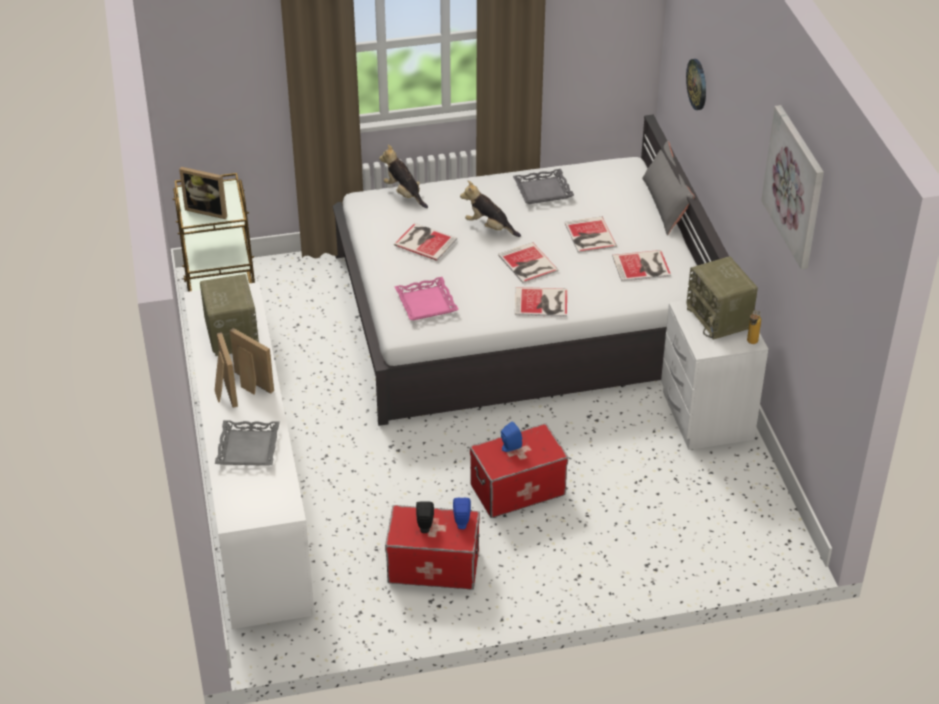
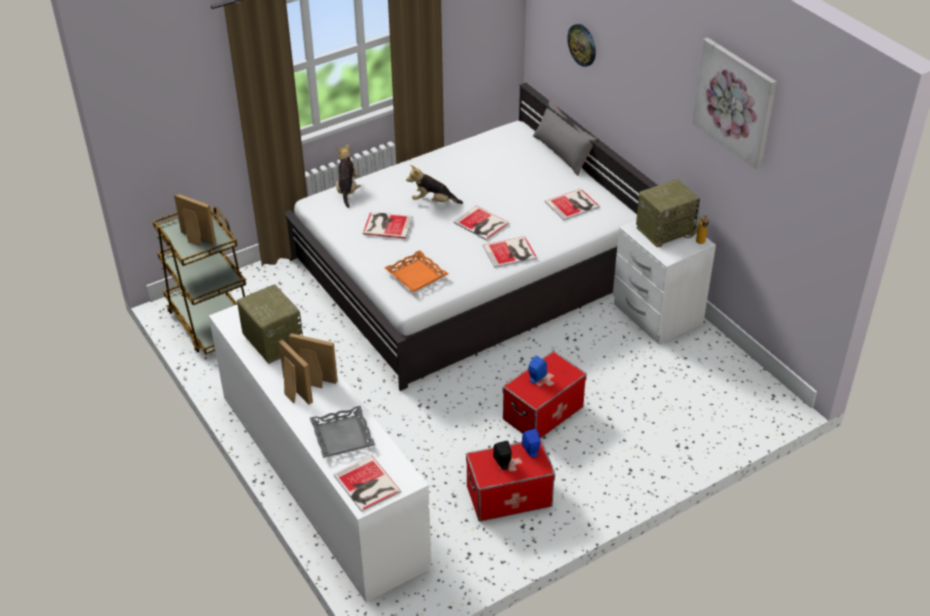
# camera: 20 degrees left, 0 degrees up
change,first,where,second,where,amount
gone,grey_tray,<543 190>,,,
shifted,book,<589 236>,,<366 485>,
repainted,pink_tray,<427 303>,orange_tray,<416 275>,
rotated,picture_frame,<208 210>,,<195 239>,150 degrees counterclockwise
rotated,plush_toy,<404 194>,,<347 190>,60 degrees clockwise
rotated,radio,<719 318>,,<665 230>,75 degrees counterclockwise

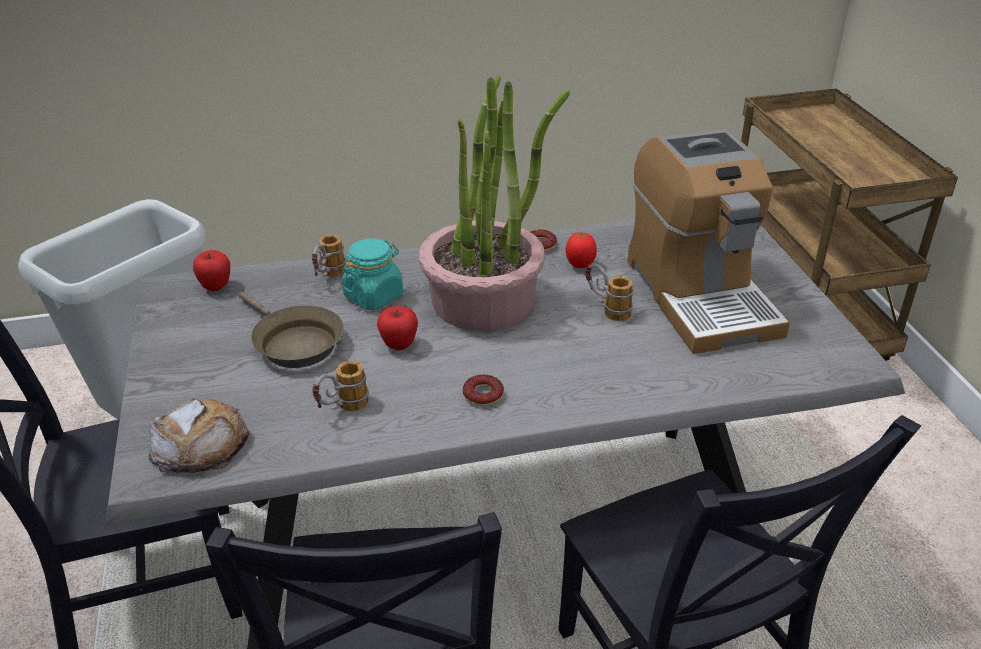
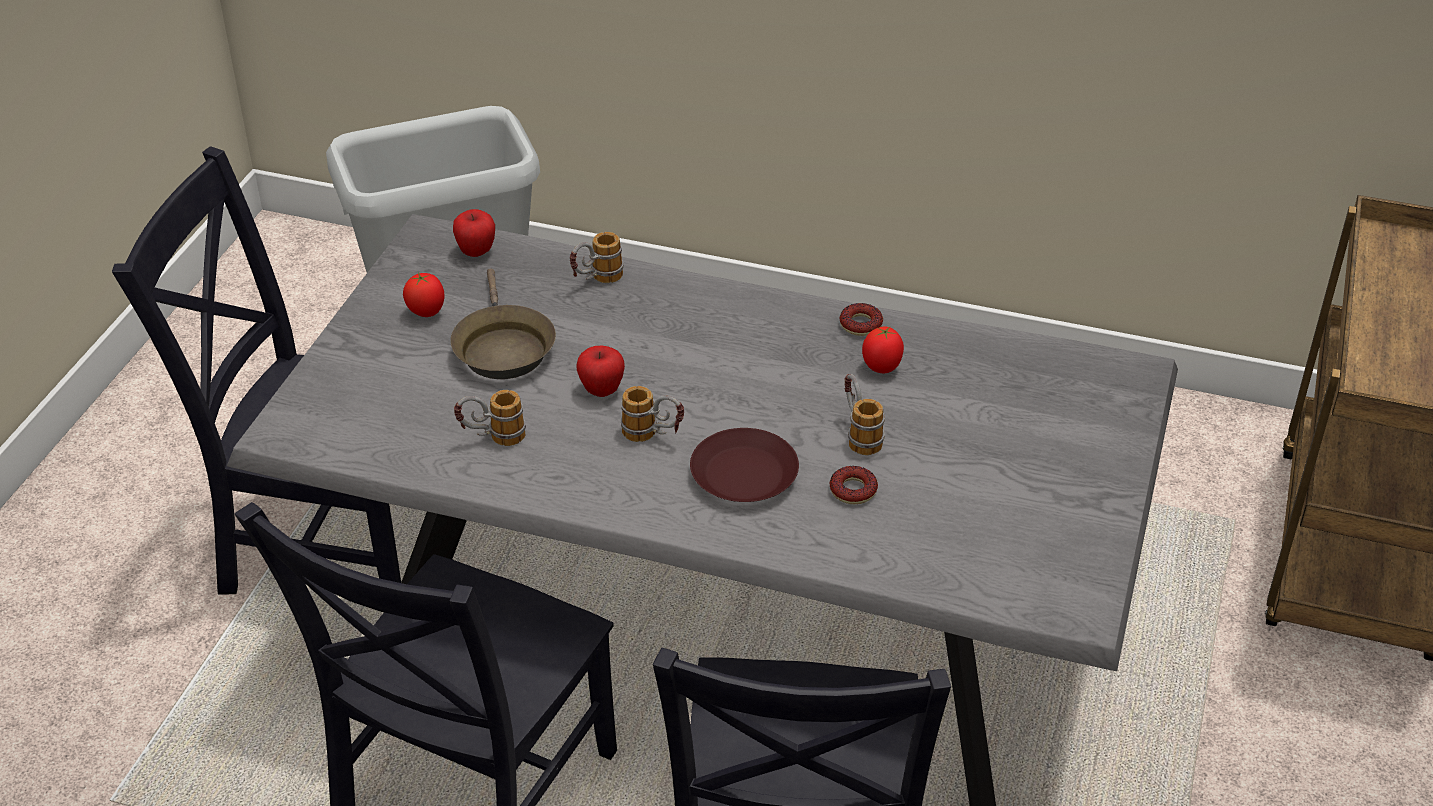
# camera: 30 degrees right, 5 degrees up
change,first,where,second,where,amount
gone,bread,<200 444>,,,
gone,turquoise_jar,<374 296>,,,
gone,potted_plant,<484 300>,,,
gone,coffee_machine,<700 295>,,,
new,,,tomato,<426 313>,
new,,,mug,<653 436>,
new,,,brown_plate,<743 474>,
shifted,donut,<483 395>,,<853 490>,

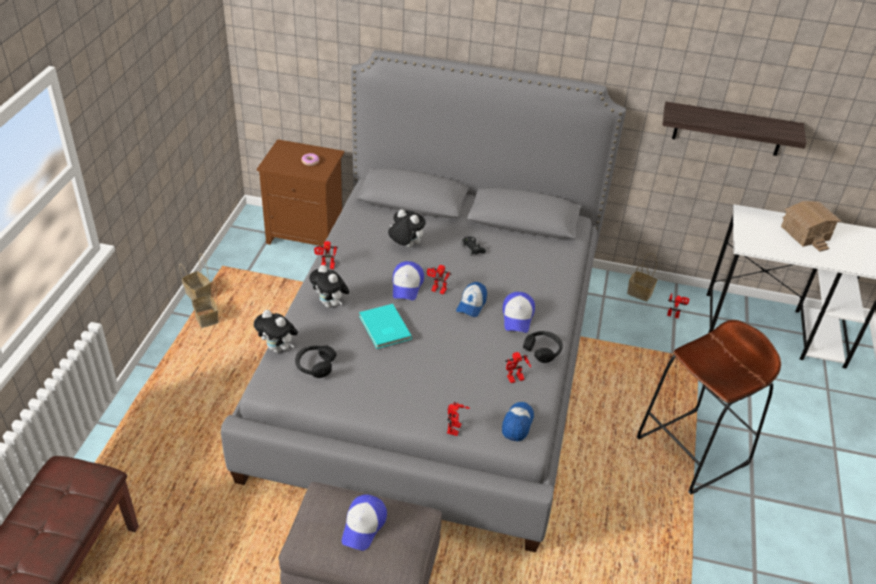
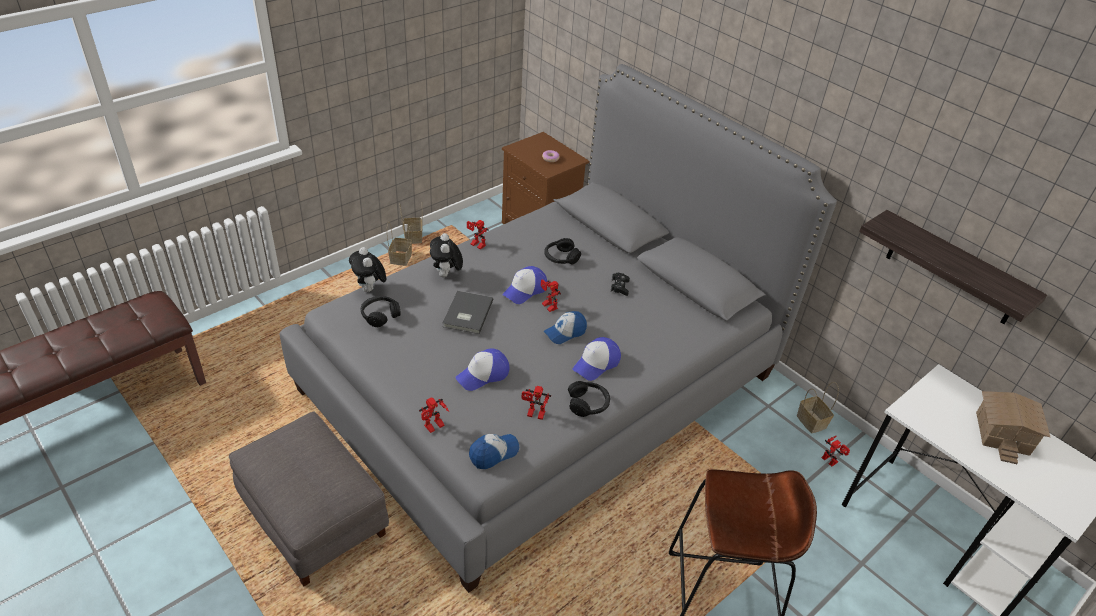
# camera: 35 degrees right, 0 degrees up
change,first,where,second,where,amount
shifted,cap,<364 525>,,<483 374>,
swapped,plush_toy,<405 245>,black_headphones,<561 258>,
repainted,turquoise_book,<384 328>,grey_book,<466 314>,

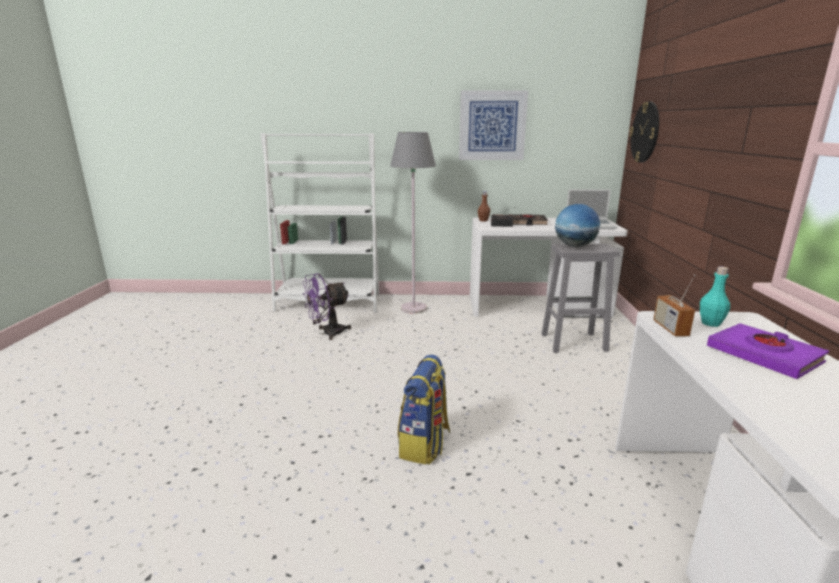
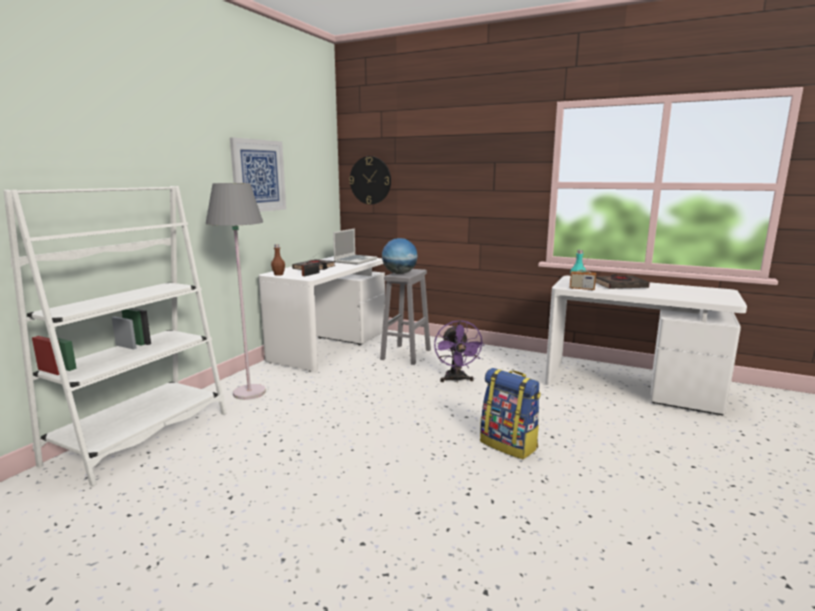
# camera: 65 degrees left, 5 degrees down
change,first,where,second,where,amount
shifted,purple_fan,<327 333>,,<456 380>,
repainted,purple_book,<764 355>,black_book,<620 286>,

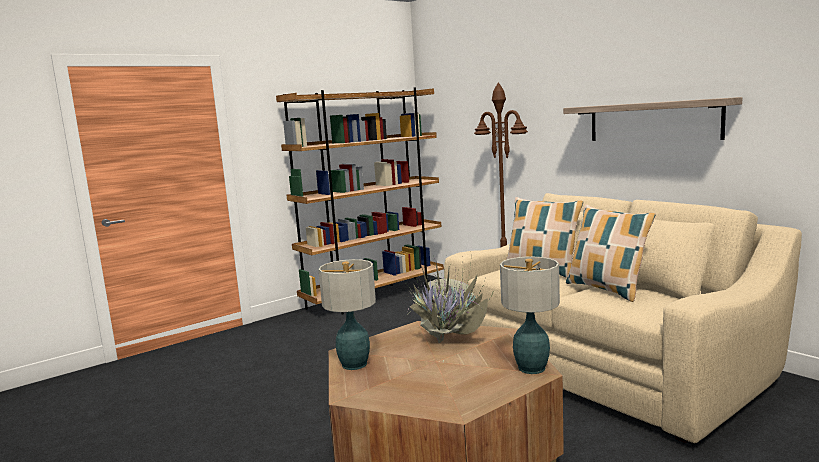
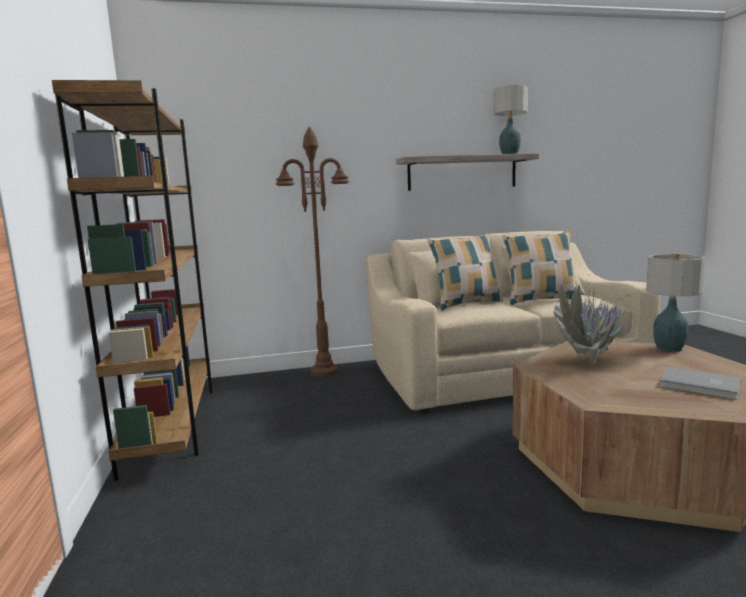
# camera: 65 degrees left, 0 degrees up
change,first,where,second,where,amount
new,,,grey_book,<700 386>,
shifted,table_lamp,<354 365>,,<510 154>,

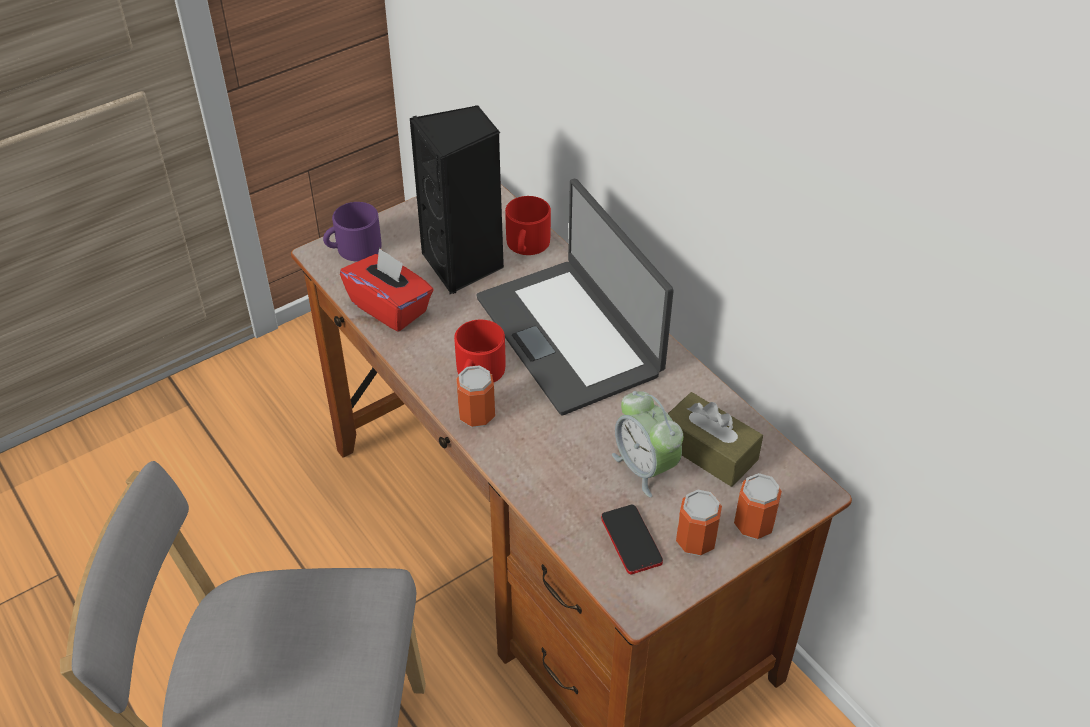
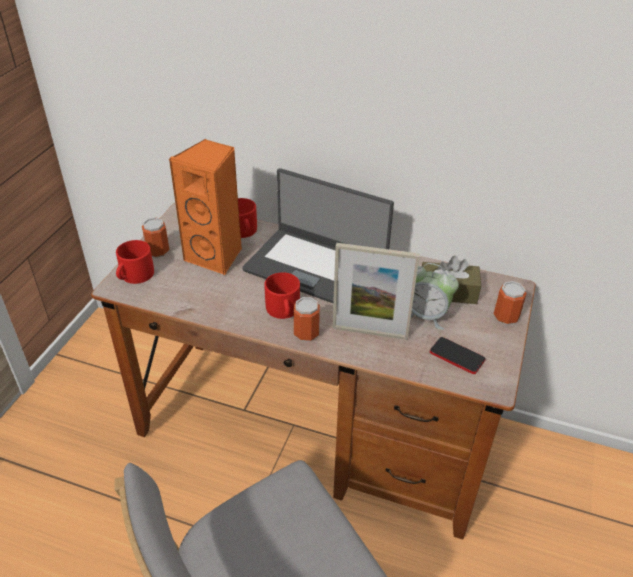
# camera: 35 degrees left, 5 degrees down
change,first,where,second,where,amount
gone,red_tissue_box,<390 307>,,,
new,,,picture_frame,<370 332>,
shifted,can,<695 541>,,<158 251>,
repainted,purple_mug,<353 248>,red_mug,<134 275>,
repainted,black_speaker,<464 265>,orange_speaker,<216 256>,

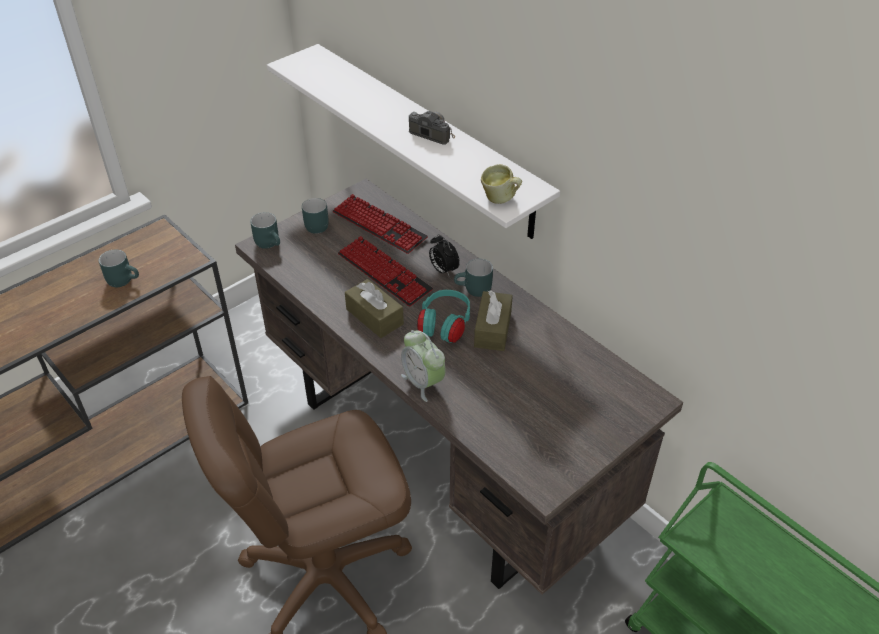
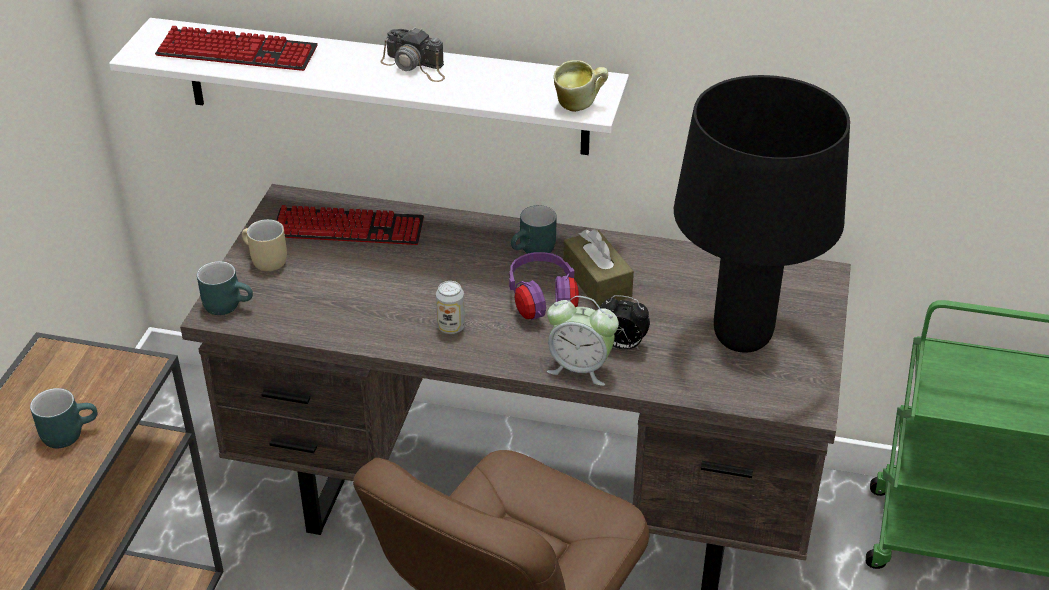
# camera: 35 degrees left, 5 degrees down
change,first,where,second,where,amount
new,,,black_table_lamp,<743 337>,
shifted,keyboard,<384 272>,,<237 53>,
shifted,alarm_clock,<443 270>,,<622 345>,
swapped,brown_tissue_box,<374 316>,can,<451 327>,
repainted,turquoise_mug,<314 225>,beige_mug,<263 261>,
repainted,turquoise_headphones,<444 327>,purple_headphones,<542 302>,
rotated,photo_camera,<429 131>,,<415 66>,150 degrees counterclockwise

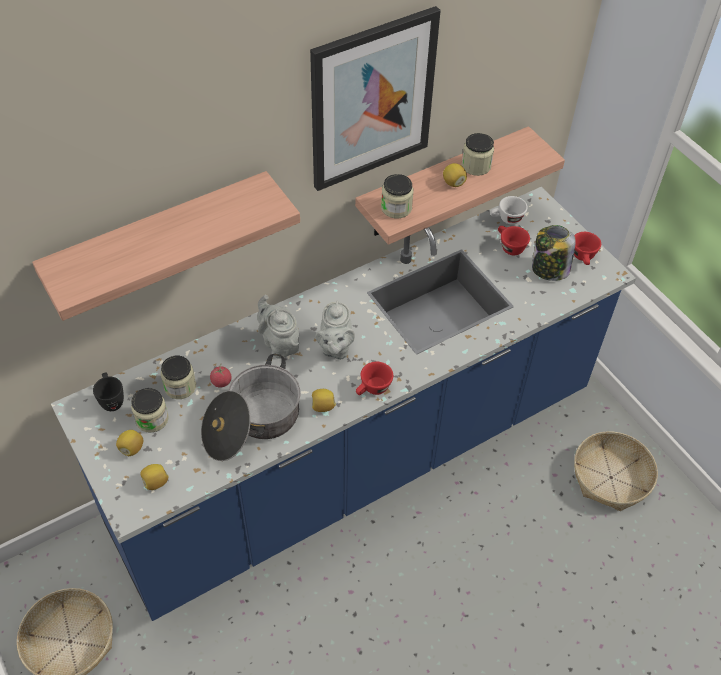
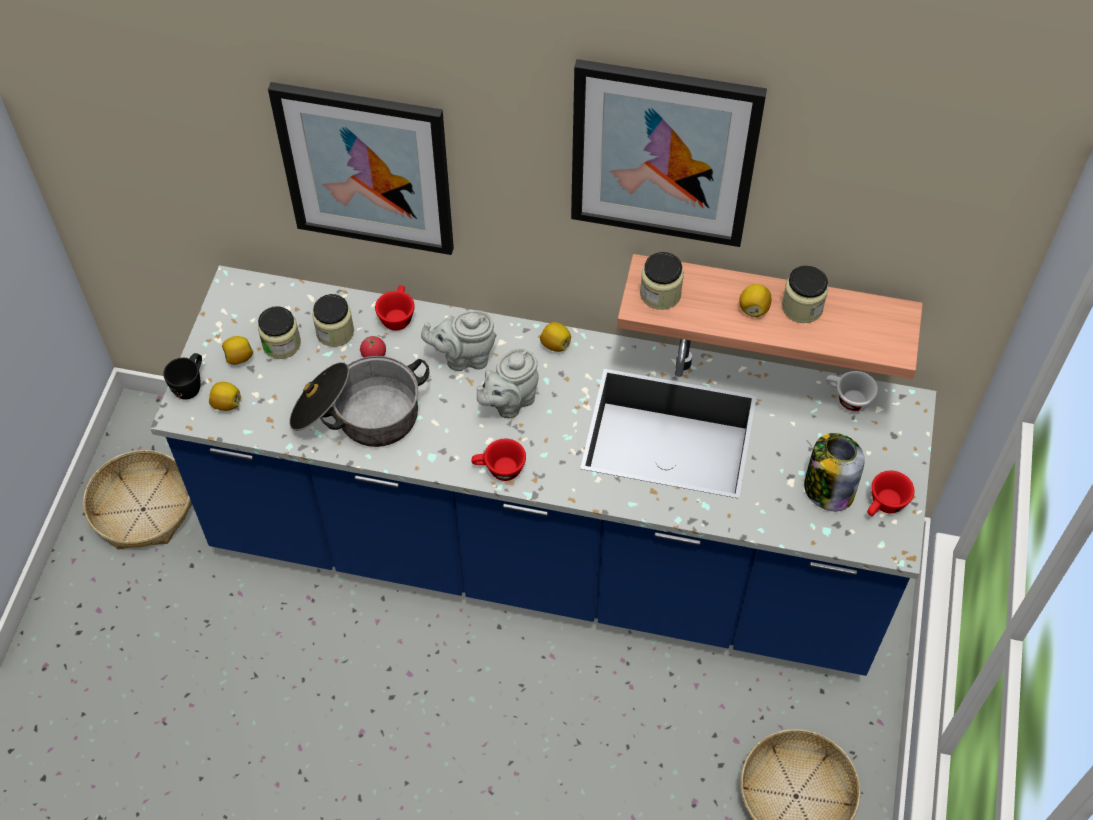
# camera: 45 degrees right, 5 degrees up
change,first,where,second,where,amount
shifted,black_mug,<111 400>,,<191 386>,
shifted,lemon,<322 406>,,<555 344>,
shifted,red_cup,<509 246>,,<397 316>,
swapped,shelf,<159 240>,picture,<367 168>,
rotated,grey_teapot,<279 343>,,<464 357>,105 degrees counterclockwise

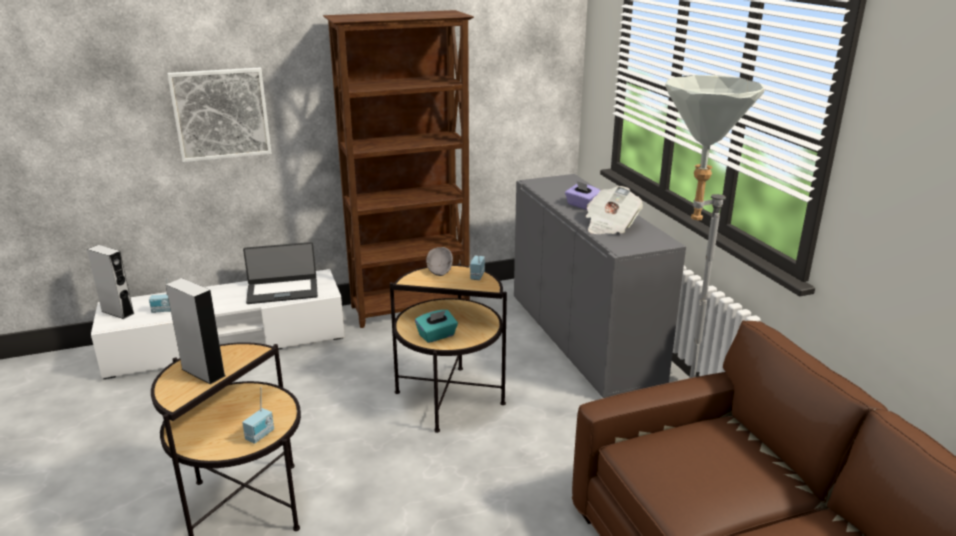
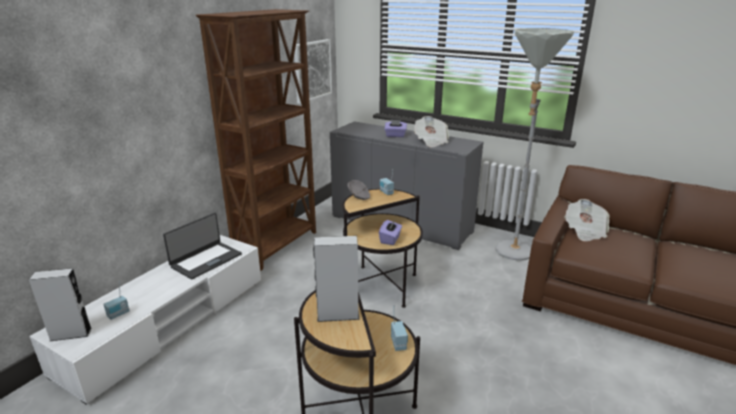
# camera: 40 degrees left, 0 degrees up
change,first,where,second,where,amount
new,,,newspaper,<584 231>,
shifted,picture,<221 114>,,<312 70>,
repainted,turquoise_tissue_box,<437 336>,purple_tissue_box,<390 239>,

